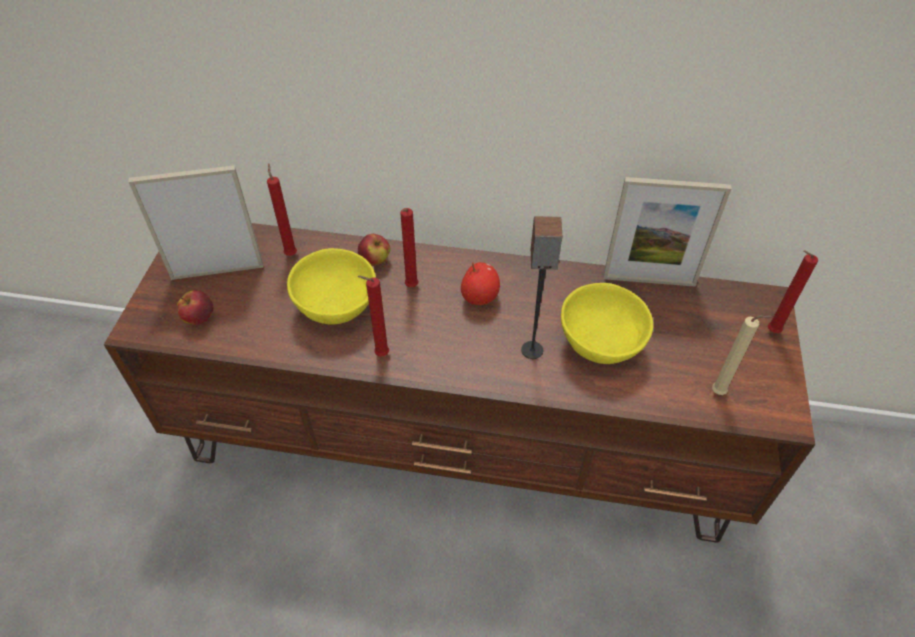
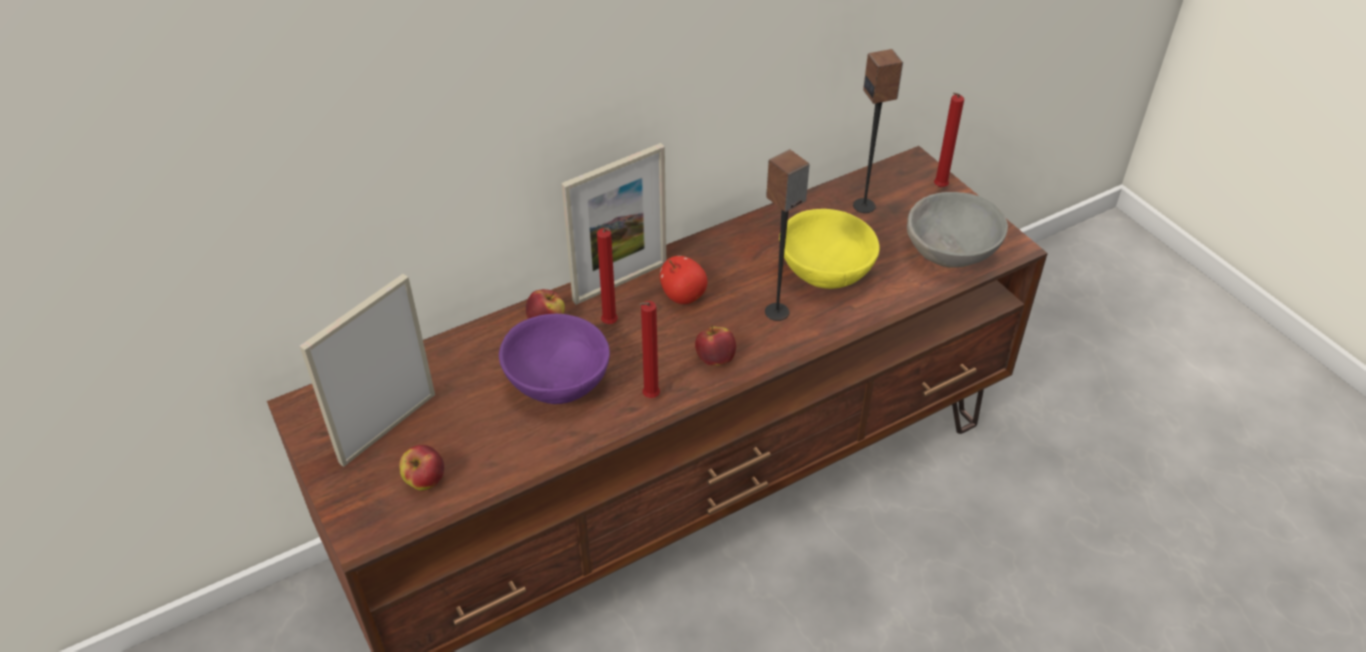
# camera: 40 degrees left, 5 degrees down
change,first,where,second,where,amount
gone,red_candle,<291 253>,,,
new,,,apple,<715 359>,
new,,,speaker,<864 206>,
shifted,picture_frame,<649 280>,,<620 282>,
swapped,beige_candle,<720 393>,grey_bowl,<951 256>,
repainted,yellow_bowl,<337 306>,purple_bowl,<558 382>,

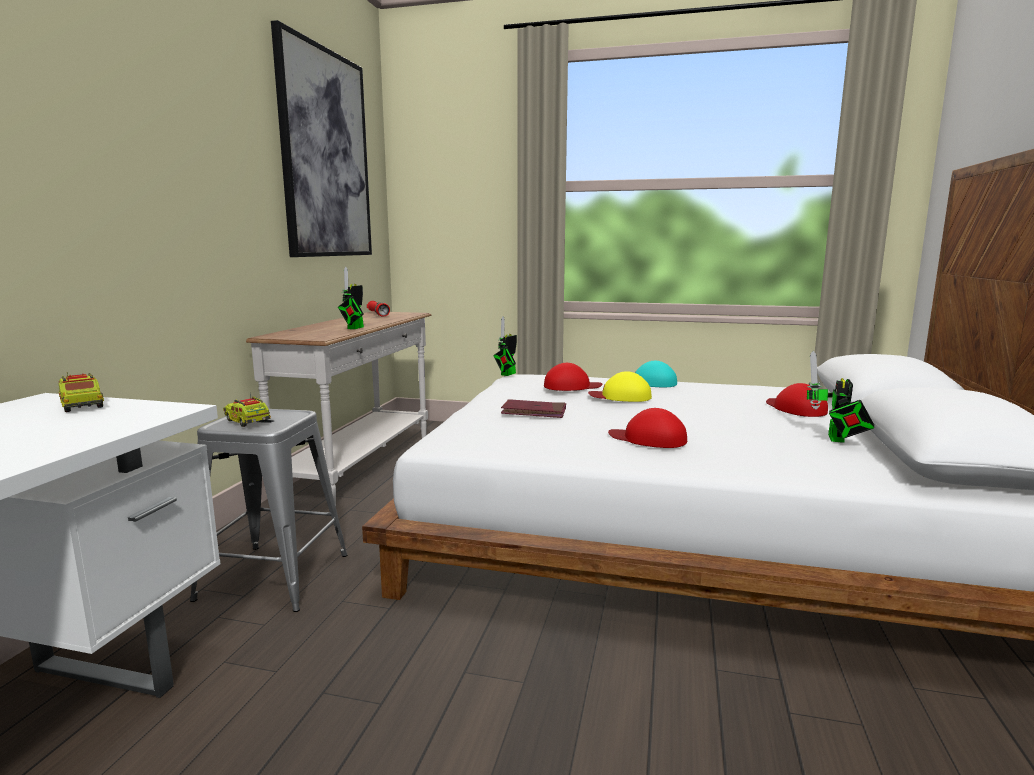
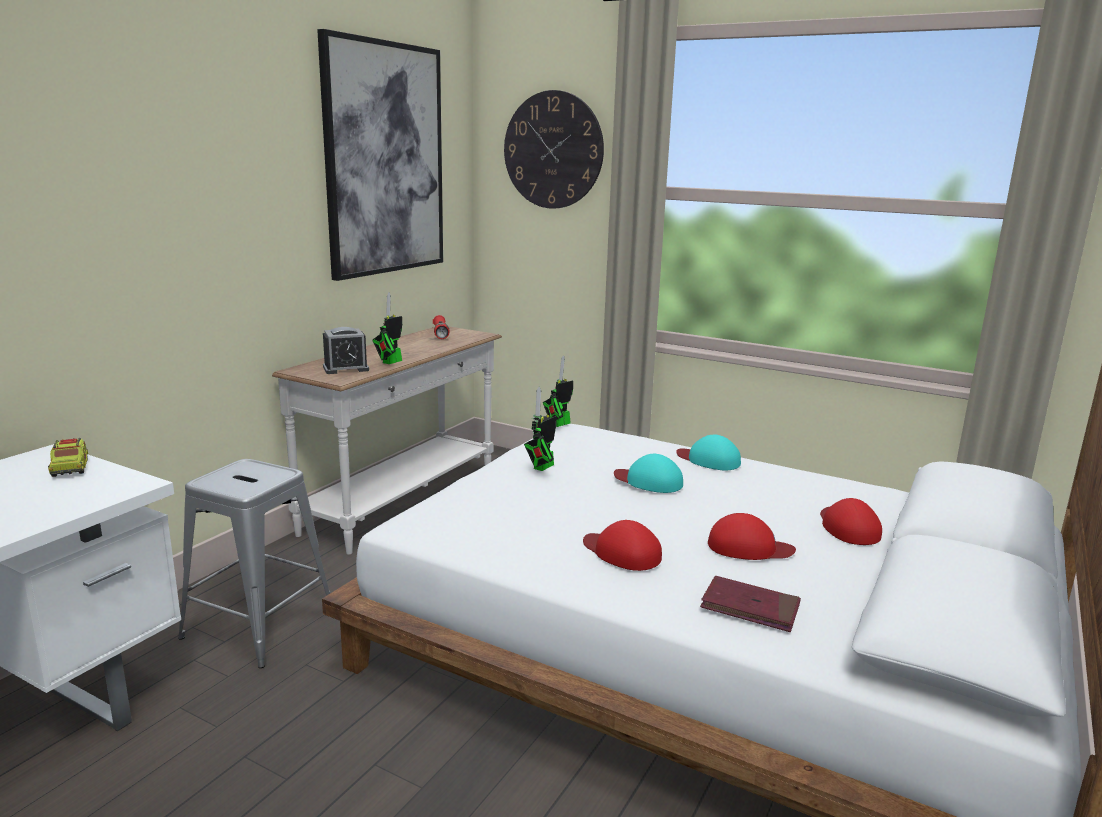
# camera: 15 degrees right, 5 degrees up
change,first,where,second,where,amount
gone,toy_truck,<247 421>,,,
new,,,alarm_clock,<346 368>,
new,,,wall_clock,<553 150>,
shifted,red_book,<534 412>,,<750 608>,
shifted,red_cap,<571 386>,,<749 547>,
shifted,toy_robot,<836 439>,,<541 468>,
repainted,yellow_cap,<620 396>,turquoise_cap,<648 481>,

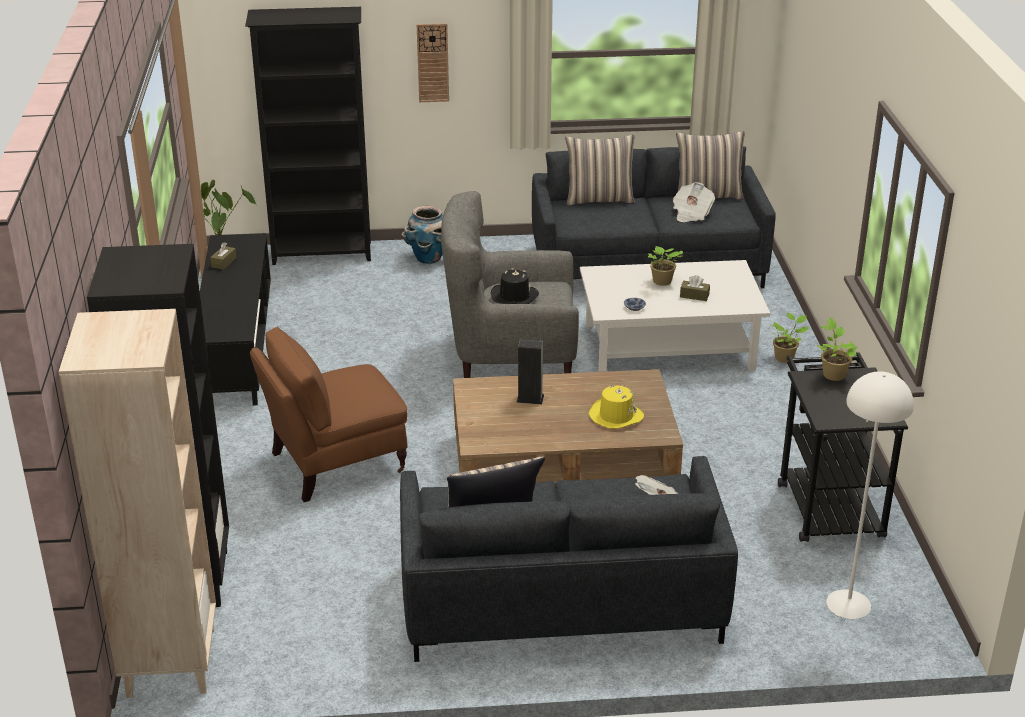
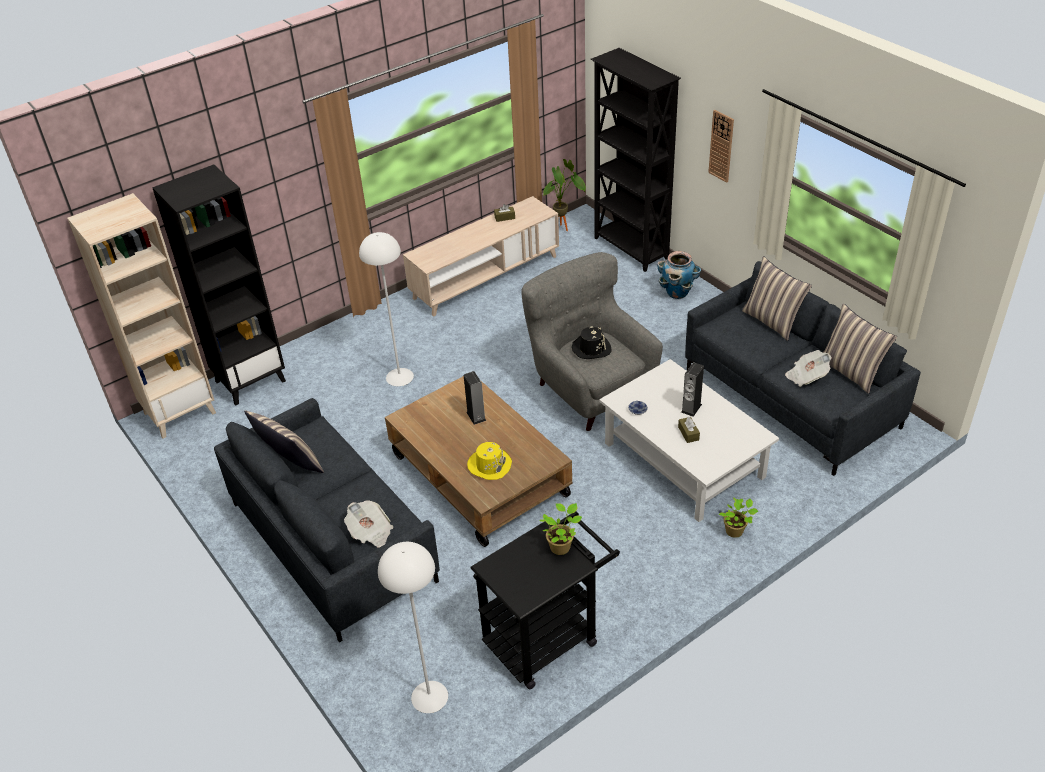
# camera: 60 degrees right, 10 degrees up
change,first,where,second,where,amount
swapped,brown_armchair,<334 463>,white_floor_lamp,<399 376>,
swapped,potted_plant,<661 282>,speaker,<691 408>,
repainted,black_tv_stand,<237 348>,beige_tv_stand,<485 277>,

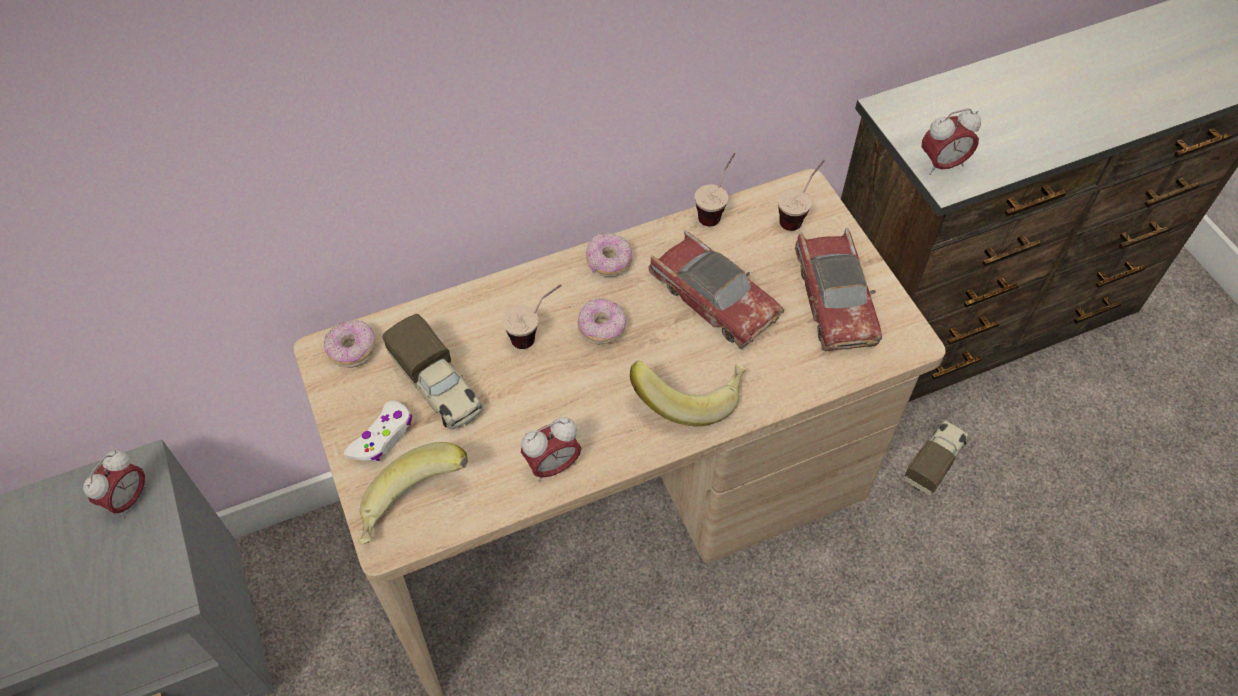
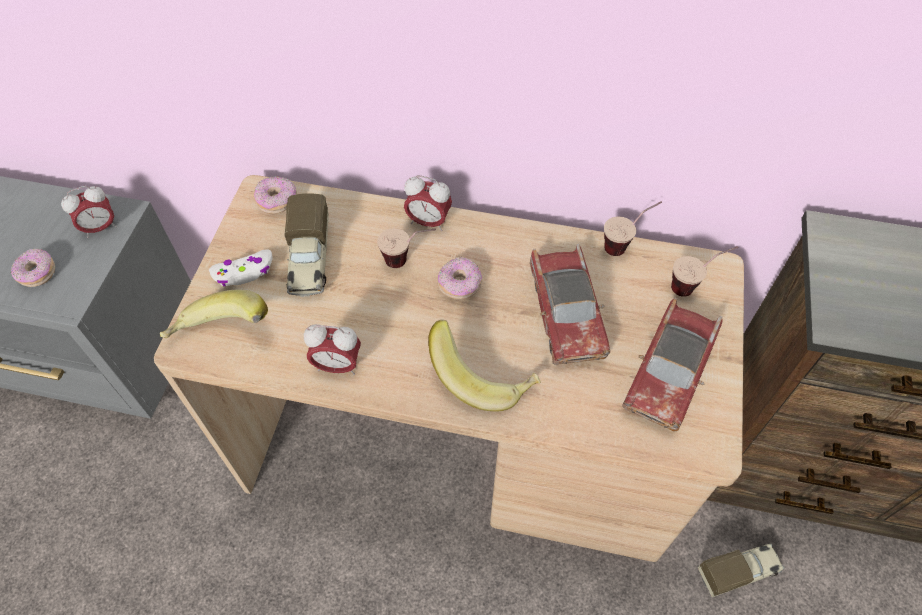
# camera: 35 degrees right, 0 degrees up
change,first,where,second,where,amount
shifted,donut,<609 262>,,<37 273>,
shifted,alarm_clock,<942 164>,,<428 222>,

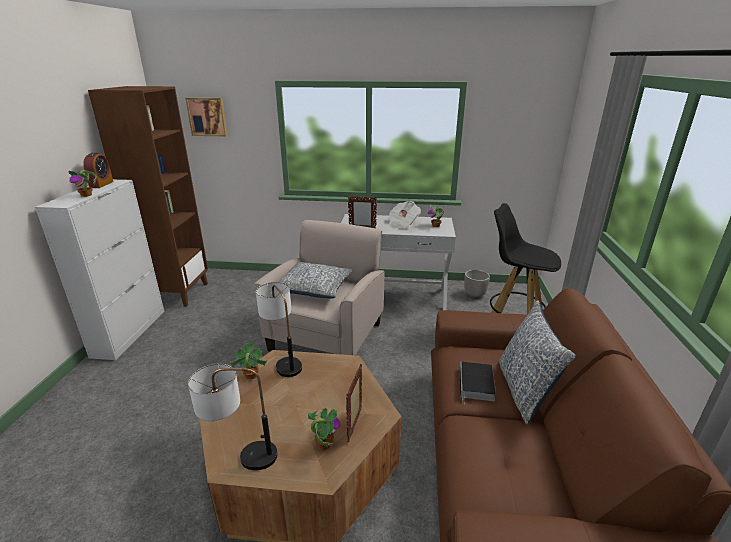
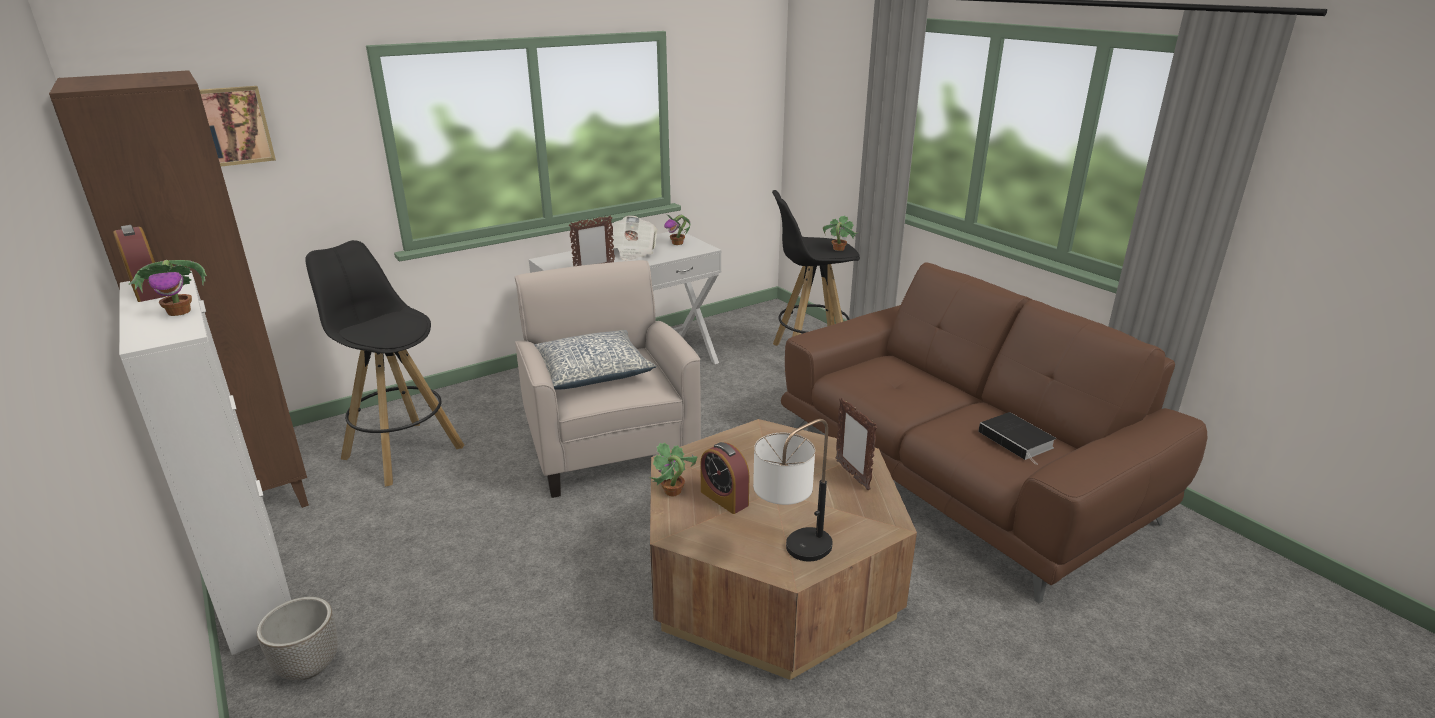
# camera: 40 degrees left, 0 degrees up
change,first,where,second,where,amount
gone,table_lamp,<283 360>,,,
gone,pillow,<524 391>,,,
new,,,black_stool,<402 452>,
new,,,alarm_clock,<724 498>,
shifted,potted_plant,<324 444>,,<838 249>,
shifted,book,<476 385>,,<1018 440>,
shifted,planter,<475 295>,,<309 666>,

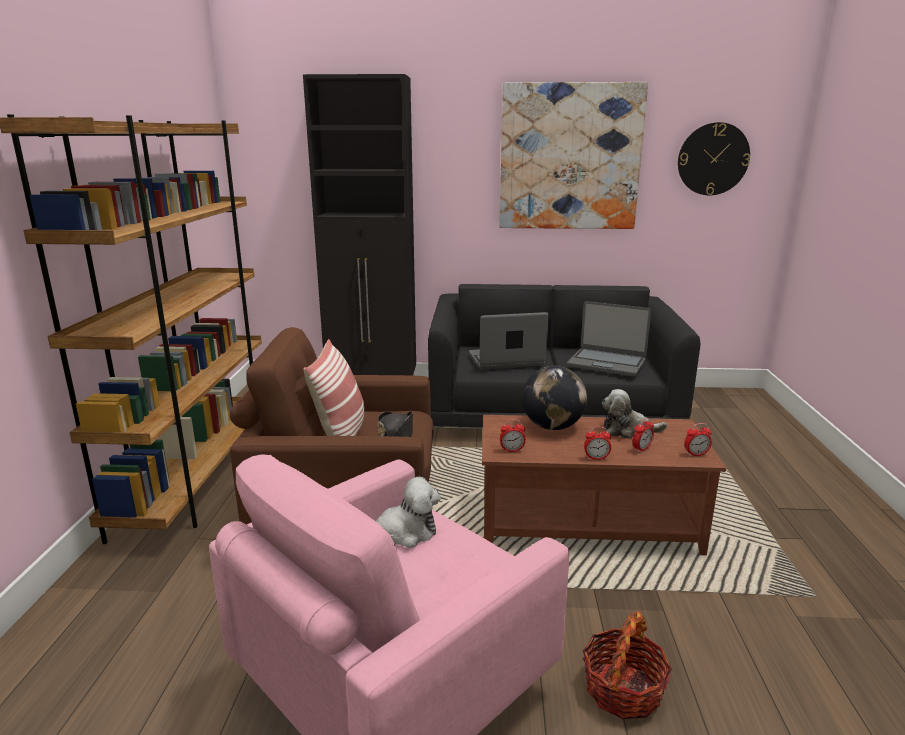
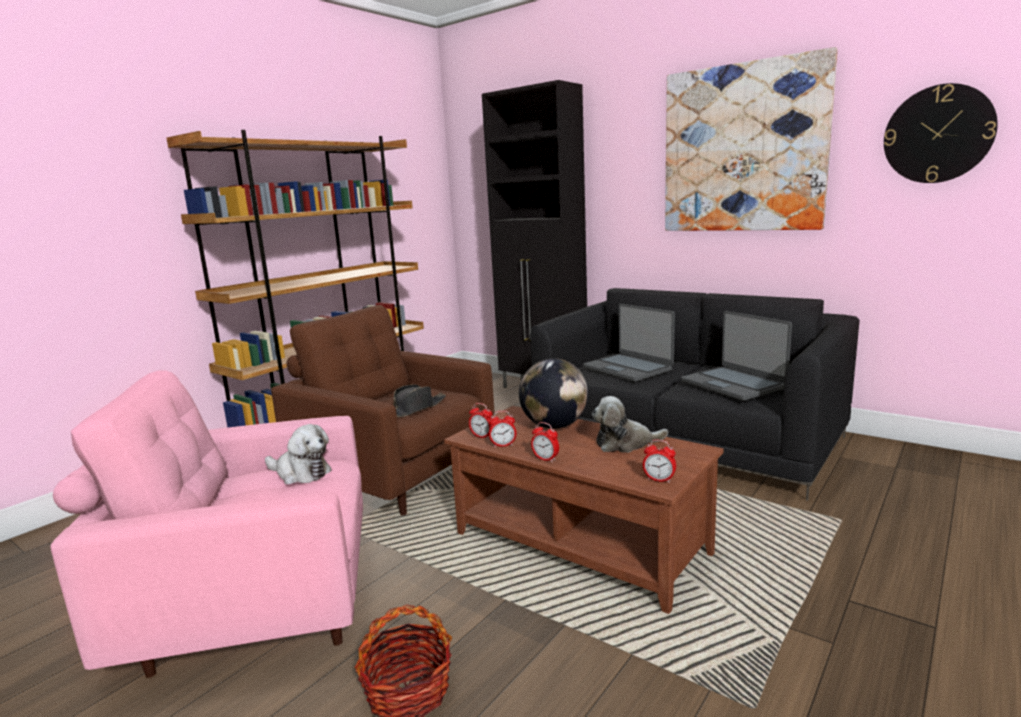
# camera: 35 degrees right, 5 degrees down
change,first,where,second,where,amount
gone,pillow,<341 434>,,,
shifted,alarm_clock,<641 449>,,<503 445>,
rotated,laptop,<506 360>,,<628 368>,150 degrees counterclockwise
rotated,plush_toy,<628 430>,,<625 444>,45 degrees counterclockwise

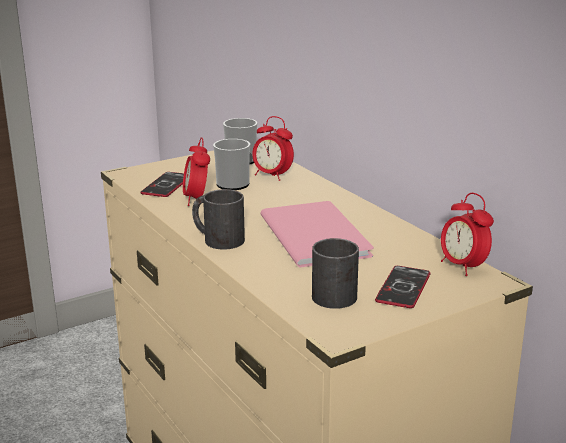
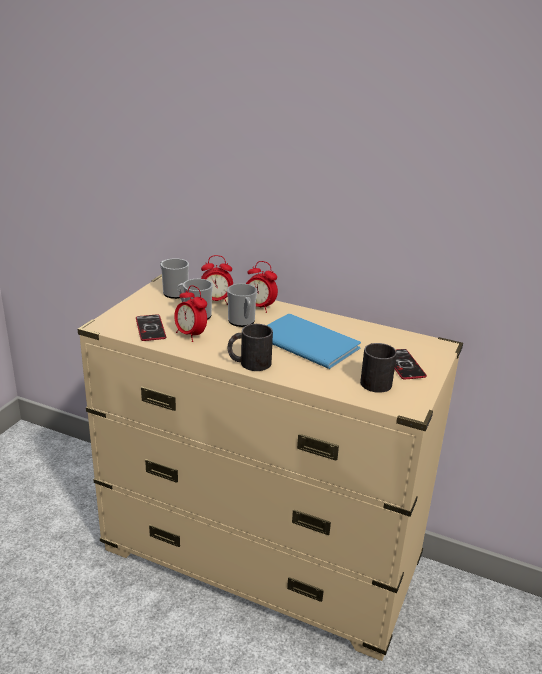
# camera: 35 degrees left, 5 degrees up
change,first,where,second,where,amount
new,,,mug,<242 322>,
shifted,alarm_clock,<463 267>,,<259 307>,
repainted,pink_book,<316 234>,blue_book,<306 341>,

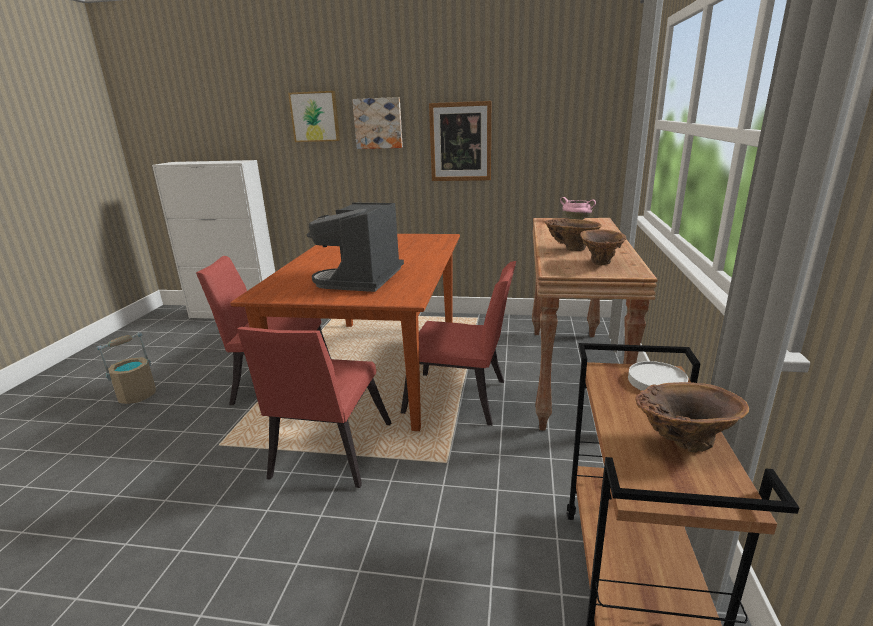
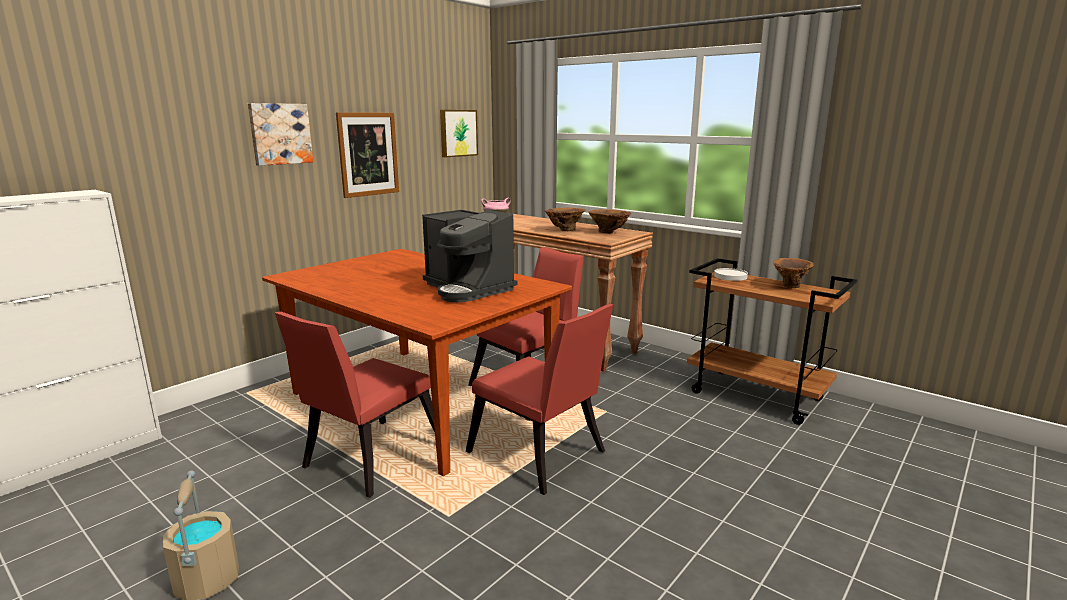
# camera: 60 degrees left, 5 degrees down
change,first,where,second,where,amount
shifted,picture,<315 117>,,<457 133>,

